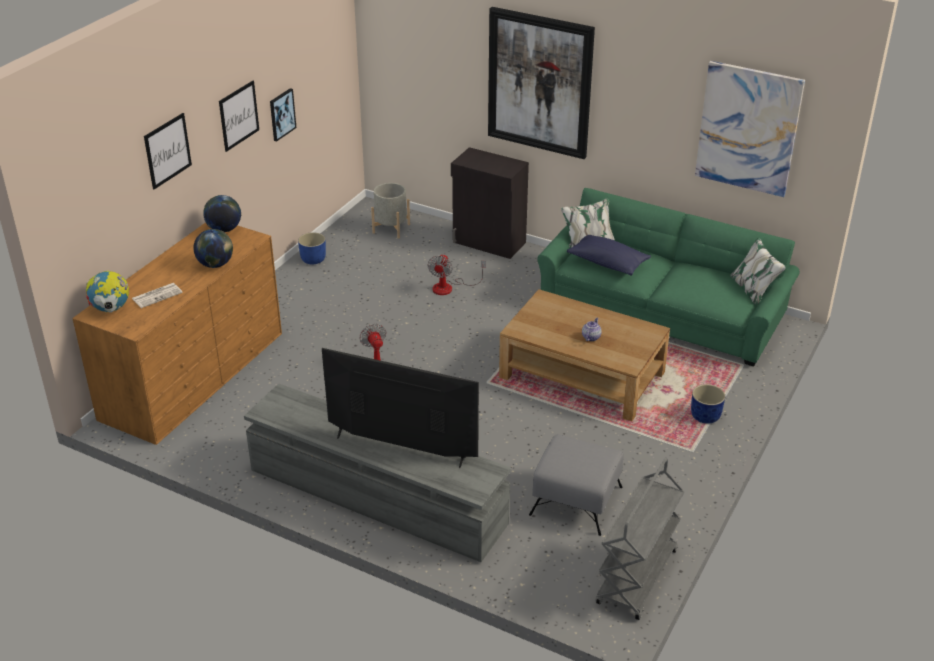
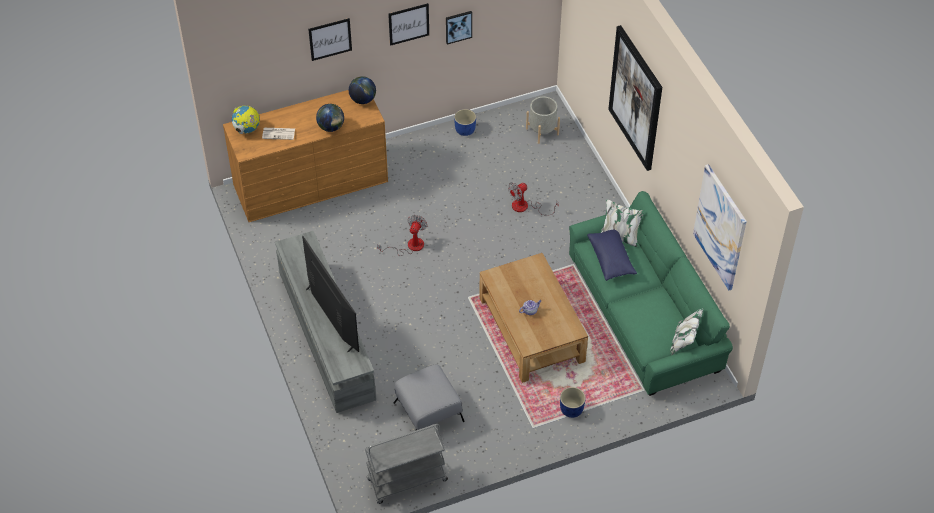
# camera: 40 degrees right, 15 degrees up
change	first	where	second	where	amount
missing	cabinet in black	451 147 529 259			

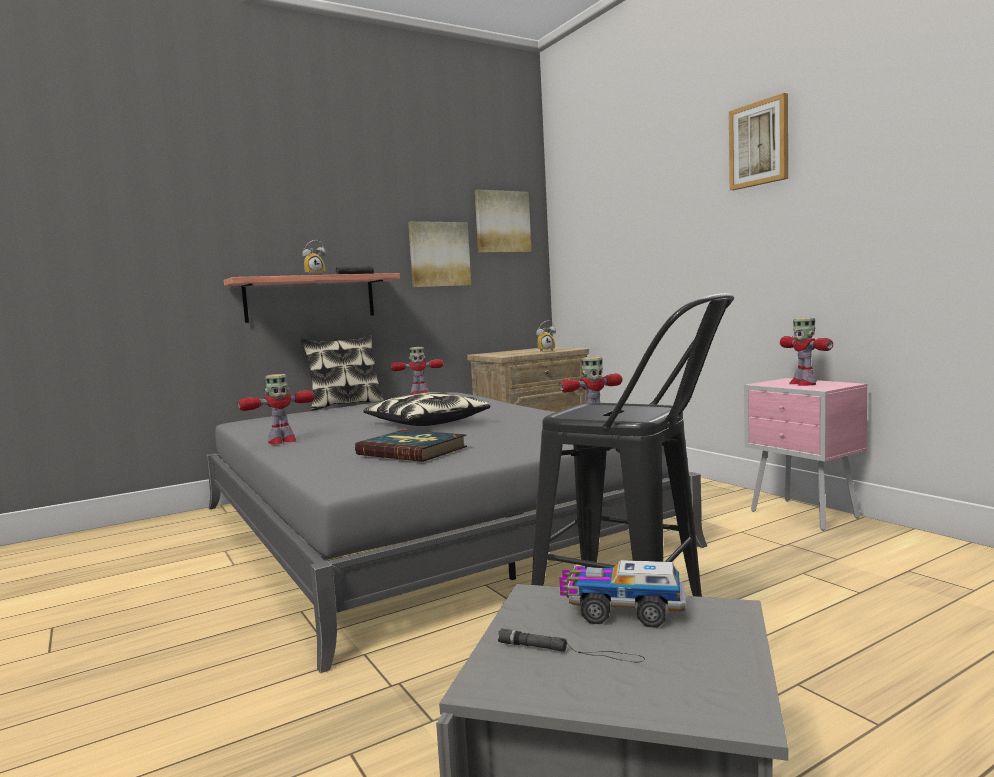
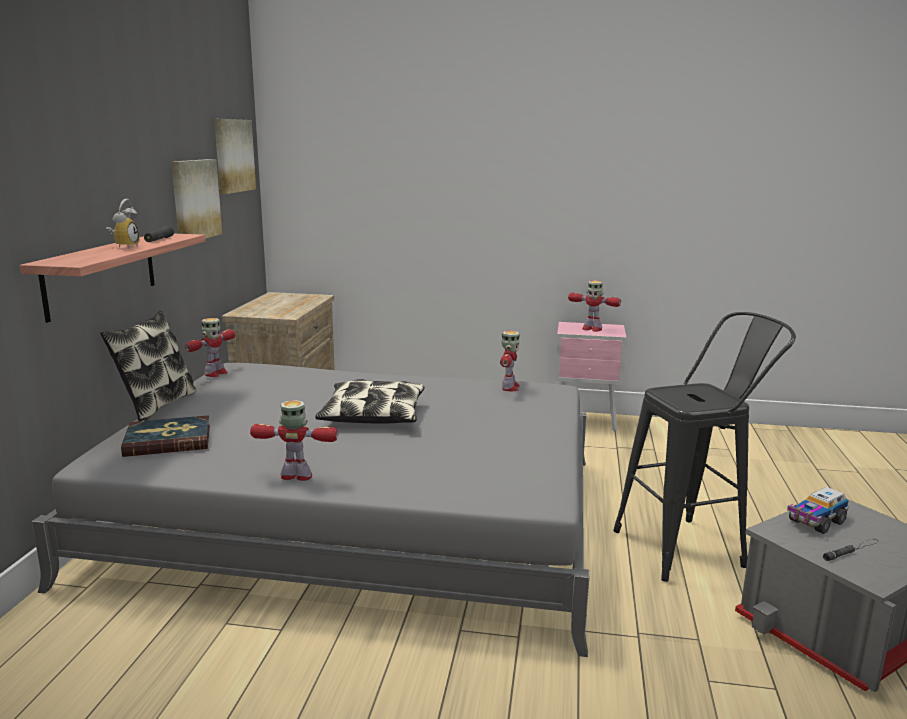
# camera: 50 degrees left, 10 degrees up
change	first	where	second	where	amount
spun	toy robot	238 374 314 444		250 400 338 481	90 degrees counterclockwise
relocated	book	355 430 467 462		121 415 210 457	
missing	alarm clock	536 320 556 352			
missing	picture	729 93 788 190			

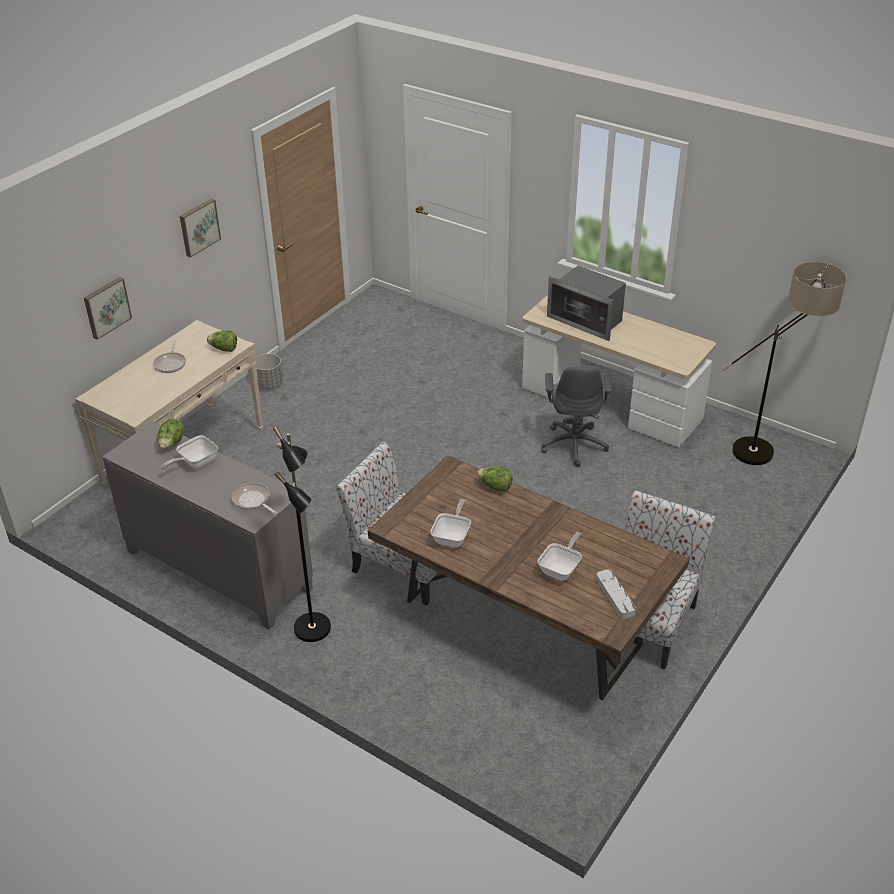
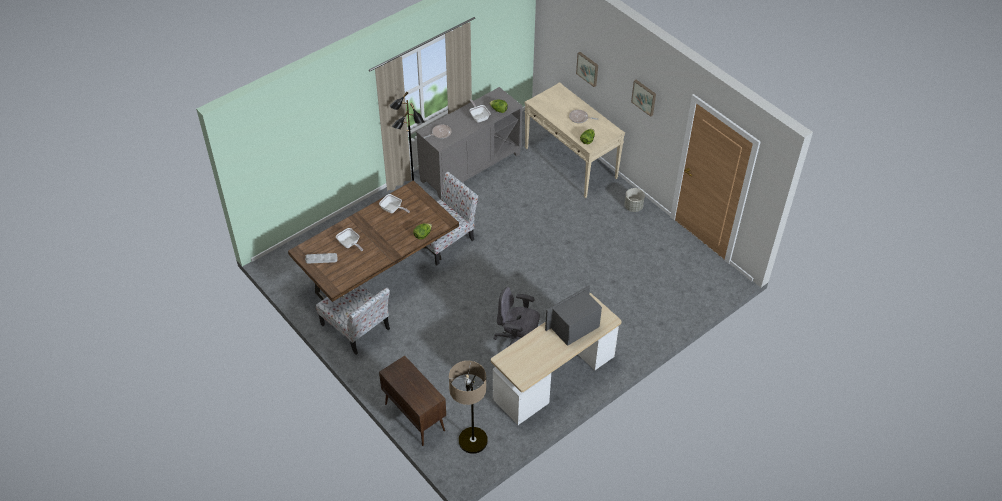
# camera: 105 degrees right, 10 degrees up
change	first	where	second	where	amount
appeared			cabinet in brown	379 355 446 446	

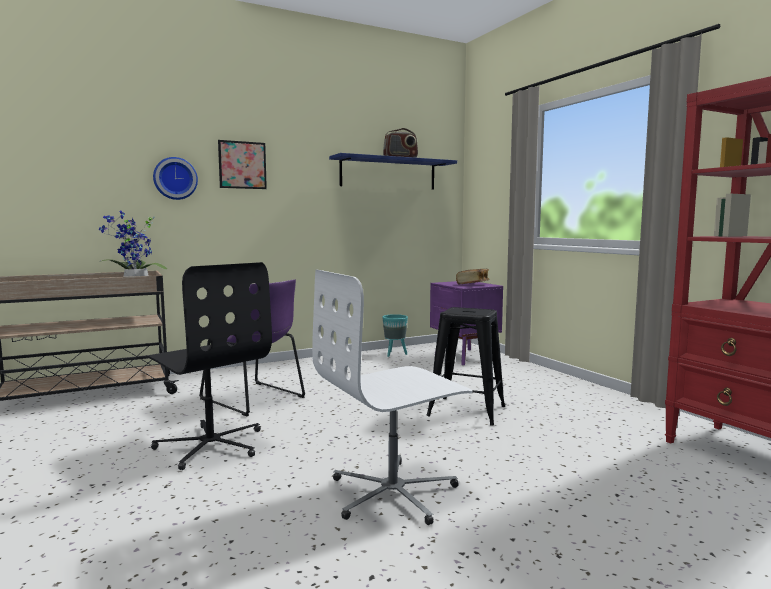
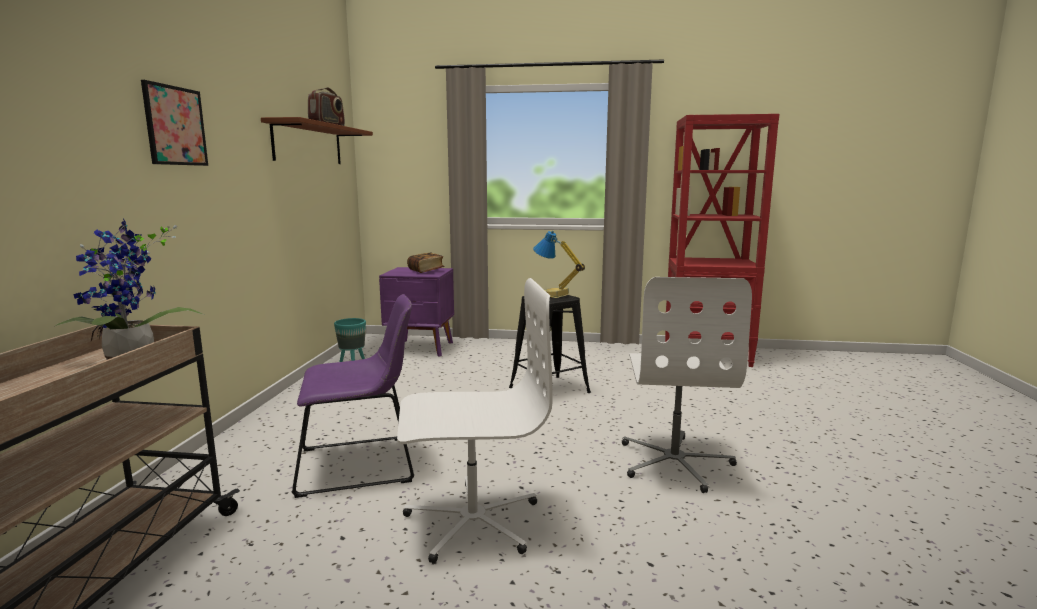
# camera: 55 degrees left, 5 degrees up
change	first	where	second	where	amount
colour	office chair in black	146 262 272 470	office chair in white	397 278 553 564	
missing	wall clock	153 157 198 200			
colour	shelf in blue	329 153 457 189	shelf in brown	261 117 373 164	
appeared			table lamp	533 230 585 298	

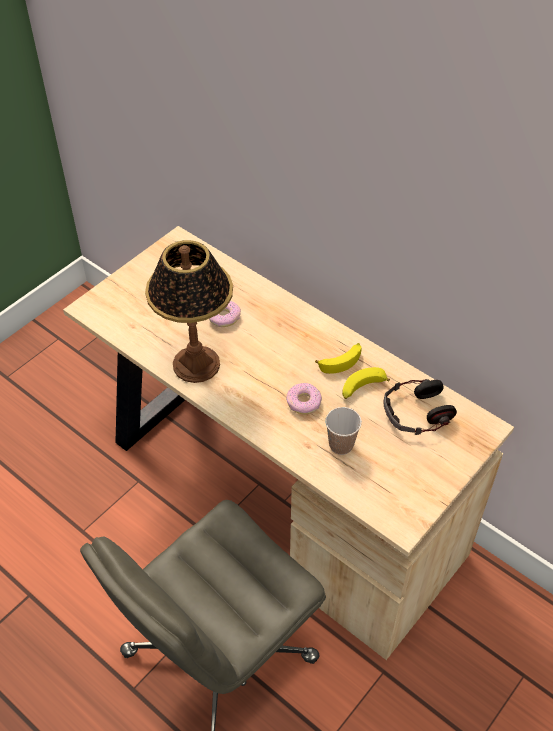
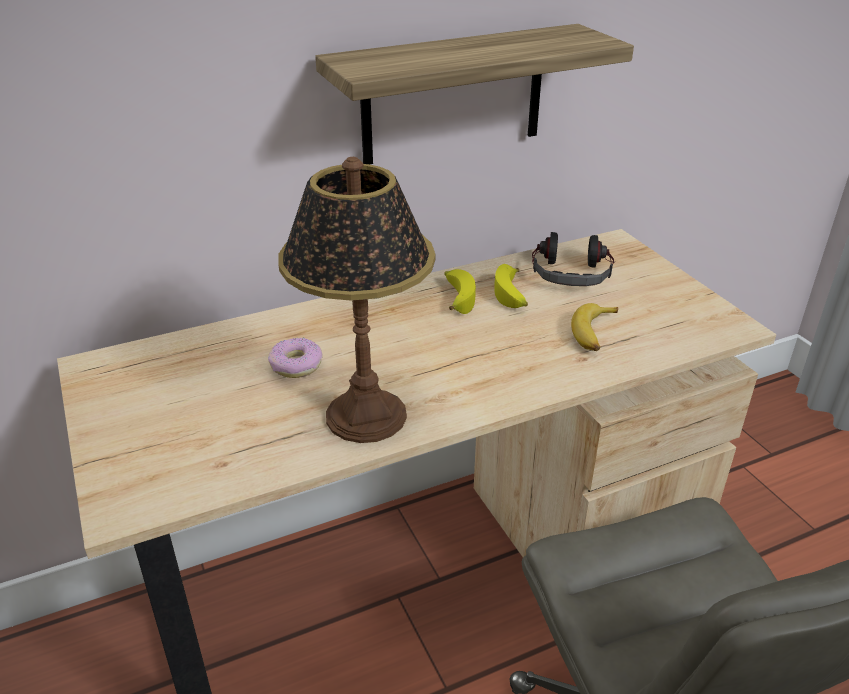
# camera: 65 degrees left, 15 degrees down
change	first	where	second	where	amount
missing	donut	286 383 322 414			
exchanged	cup	325 407 362 455	banana	571 303 618 351	
appeared			shelf	315 24 634 164	

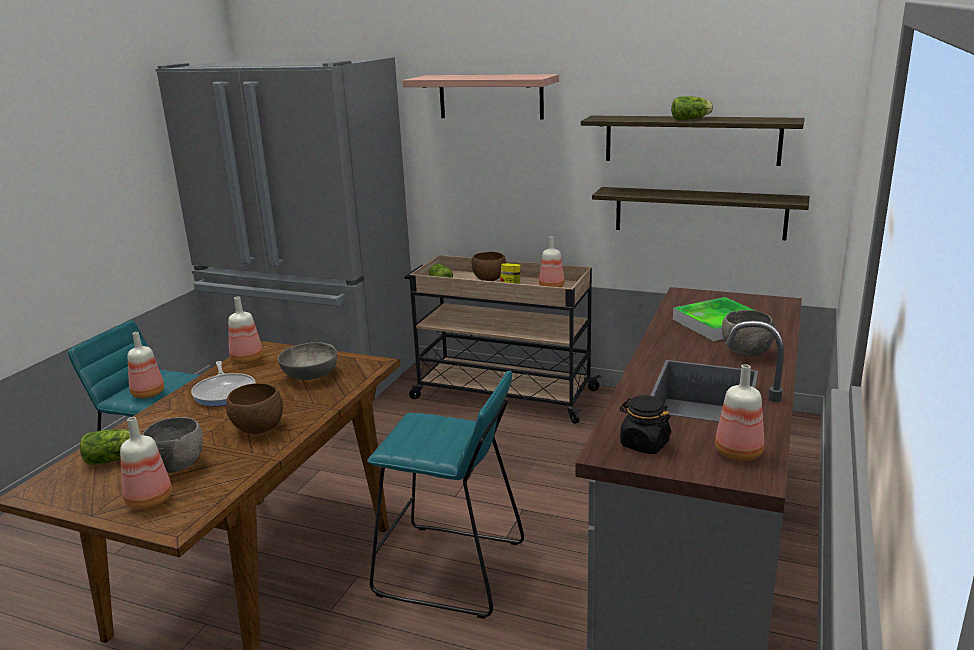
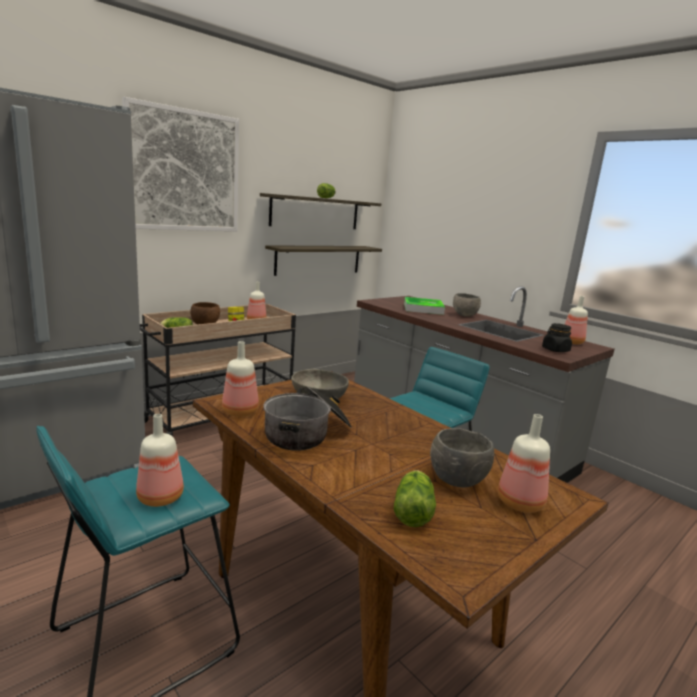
# camera: 65 degrees left, 5 degrees down
change	first	where	second	where	amount
exchanged	frying pan	191 361 255 406	cooking pot	263 386 352 451	
missing	bowl in brown	226 383 283 434			
exchanged	shelf	403 74 559 120	picture	122 97 239 231	

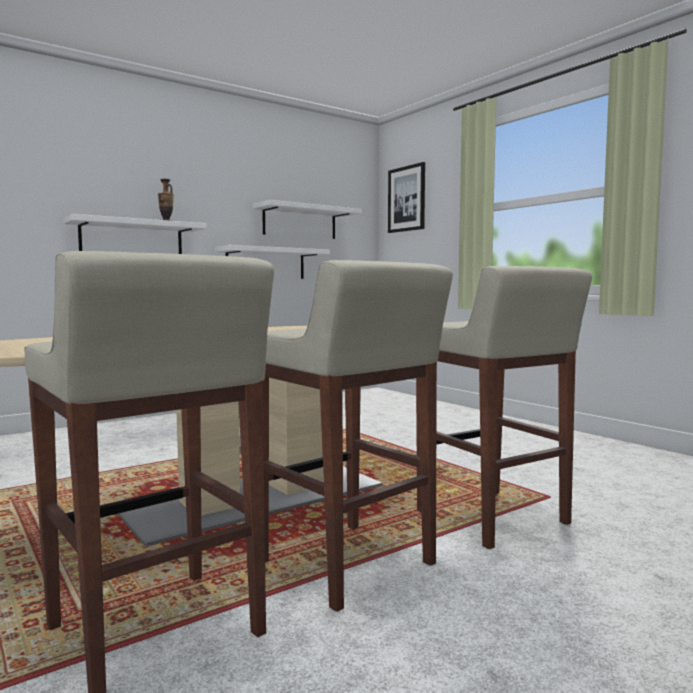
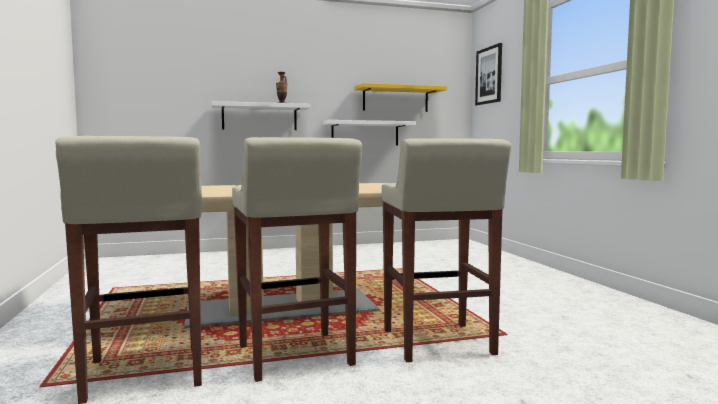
# camera: 20 degrees right, 0 degrees up
change	first	where	second	where	amount
colour	shelf in white	253 200 362 239	shelf in yellow	355 83 447 112	

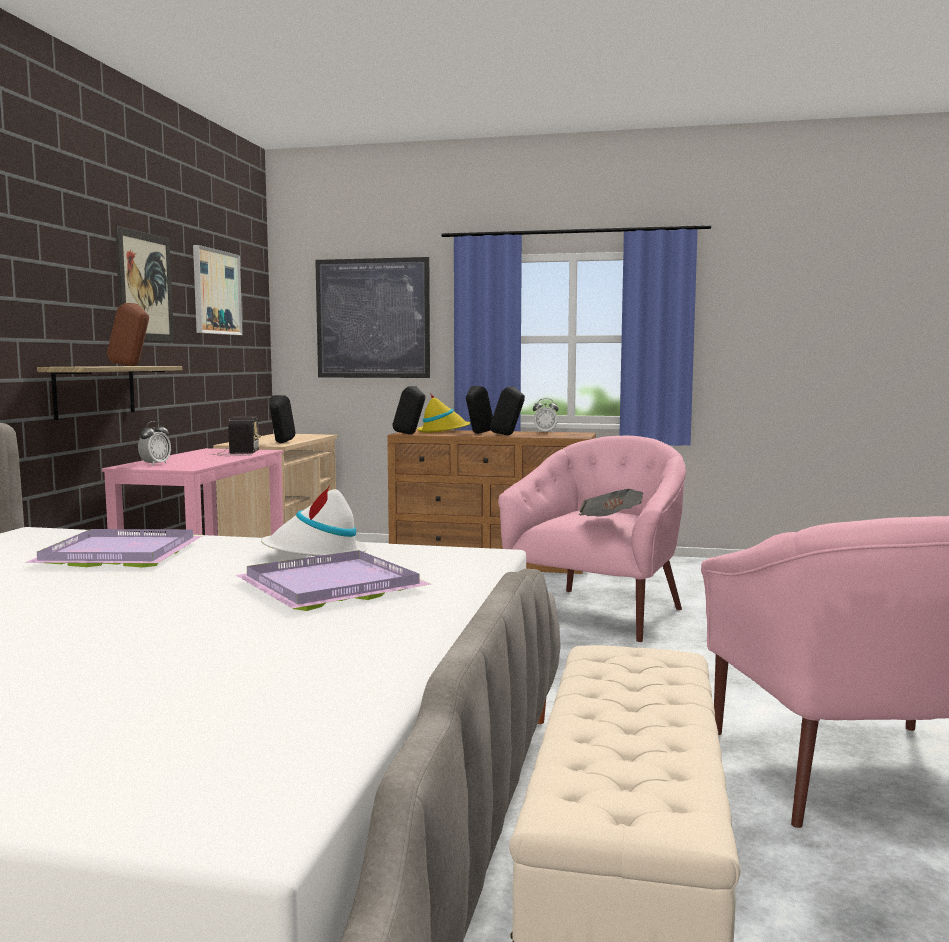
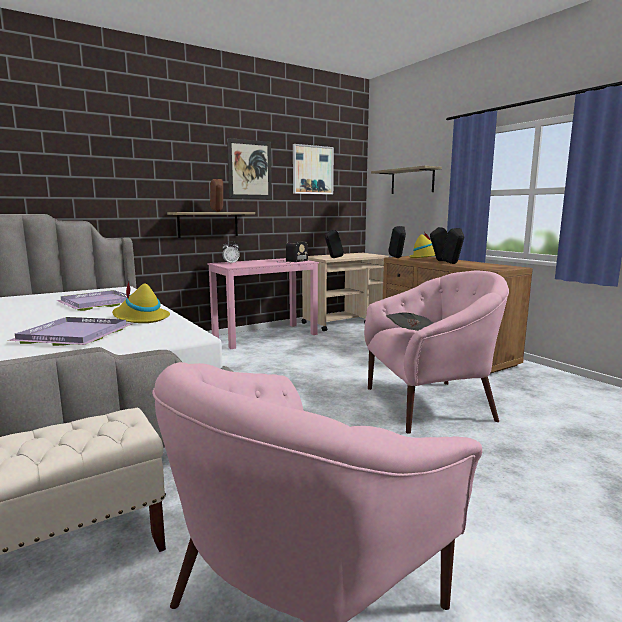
# camera: 45 degrees right, 5 degrees up
change	first	where	second	where	amount
colour	hat in white	261 486 367 558	hat in yellow	112 283 170 323	
exchanged	picture	315 257 430 378	shelf	371 166 442 194	
missing	alarm clock	533 398 559 433			

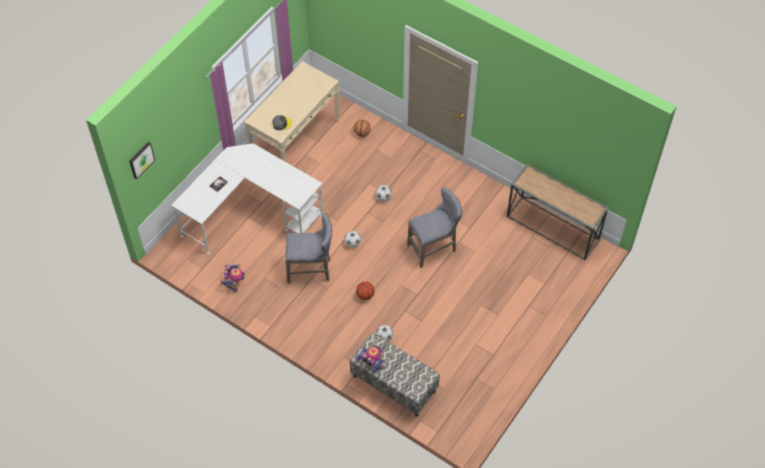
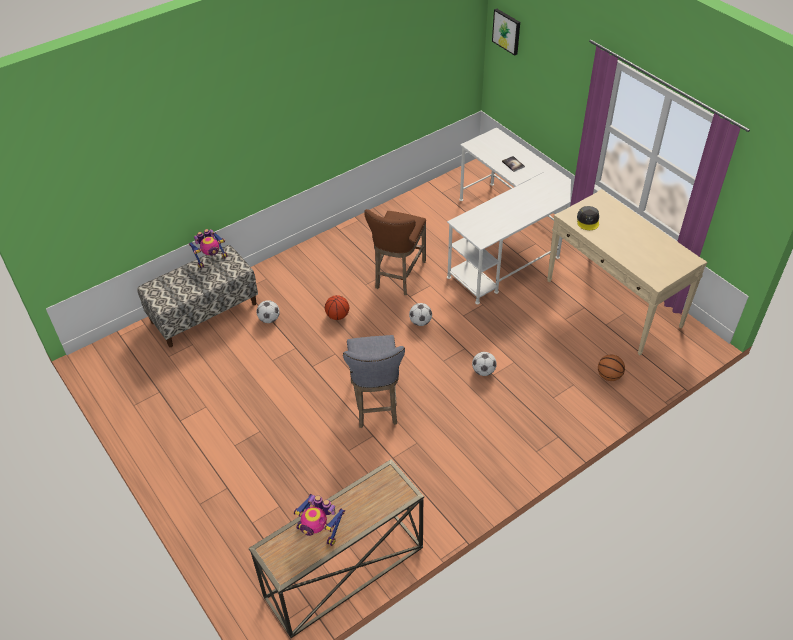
# camera: 110 degrees right, 10 degrees down
change	first	where	second	where	amount
relocated	toy robot	220 264 245 293		293 494 345 546	
colour	stool in grey	285 213 332 283	stool in brown	364 209 426 295	

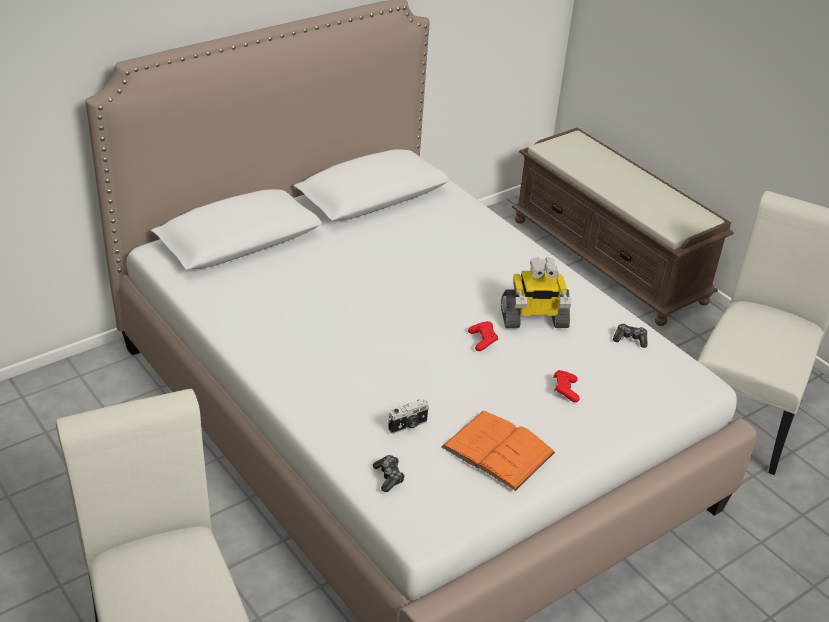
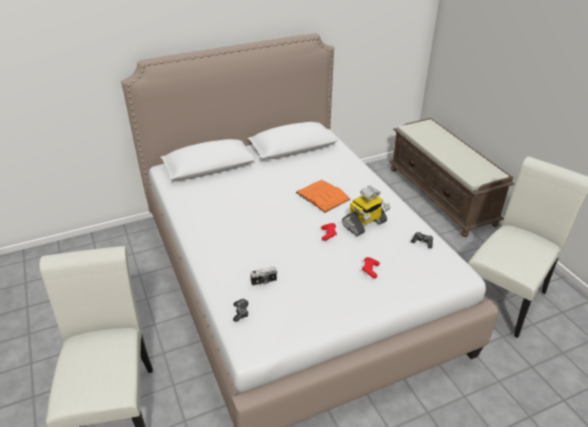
# camera: 15 degrees right, 0 degrees up
change	first	where	second	where	amount
relocated	book in orange	442 411 555 491		295 180 351 213	
spun	toy robot	501 257 571 328		342 186 391 236	45 degrees counterclockwise

